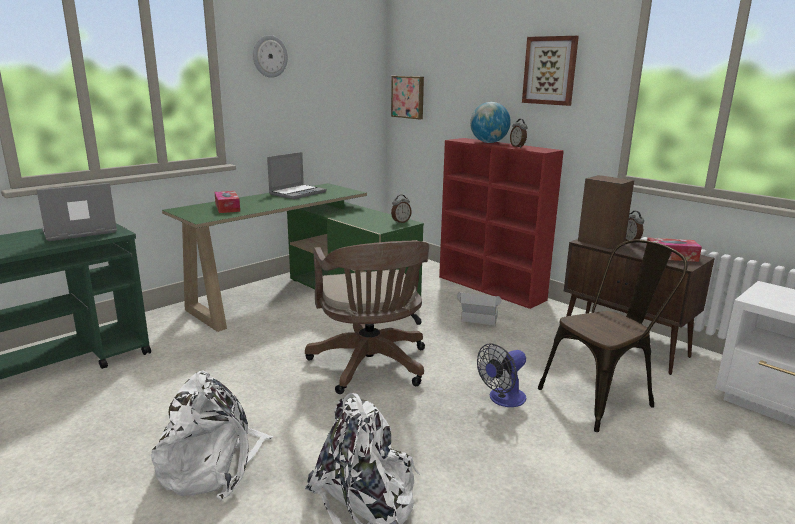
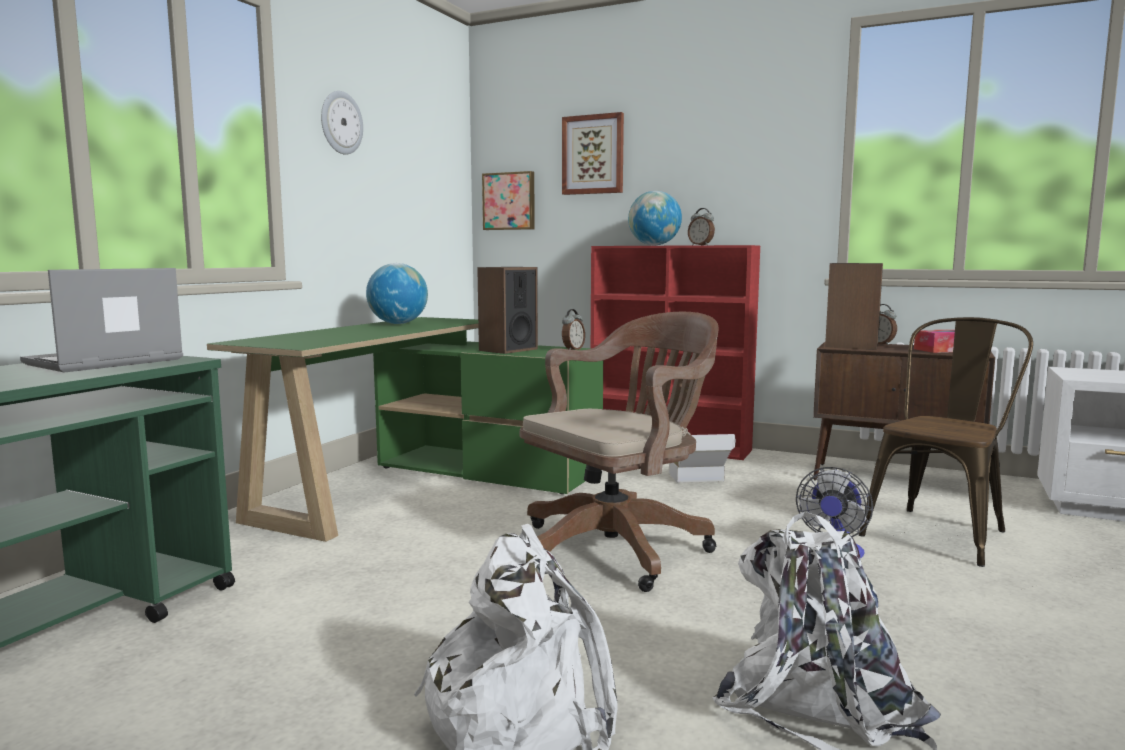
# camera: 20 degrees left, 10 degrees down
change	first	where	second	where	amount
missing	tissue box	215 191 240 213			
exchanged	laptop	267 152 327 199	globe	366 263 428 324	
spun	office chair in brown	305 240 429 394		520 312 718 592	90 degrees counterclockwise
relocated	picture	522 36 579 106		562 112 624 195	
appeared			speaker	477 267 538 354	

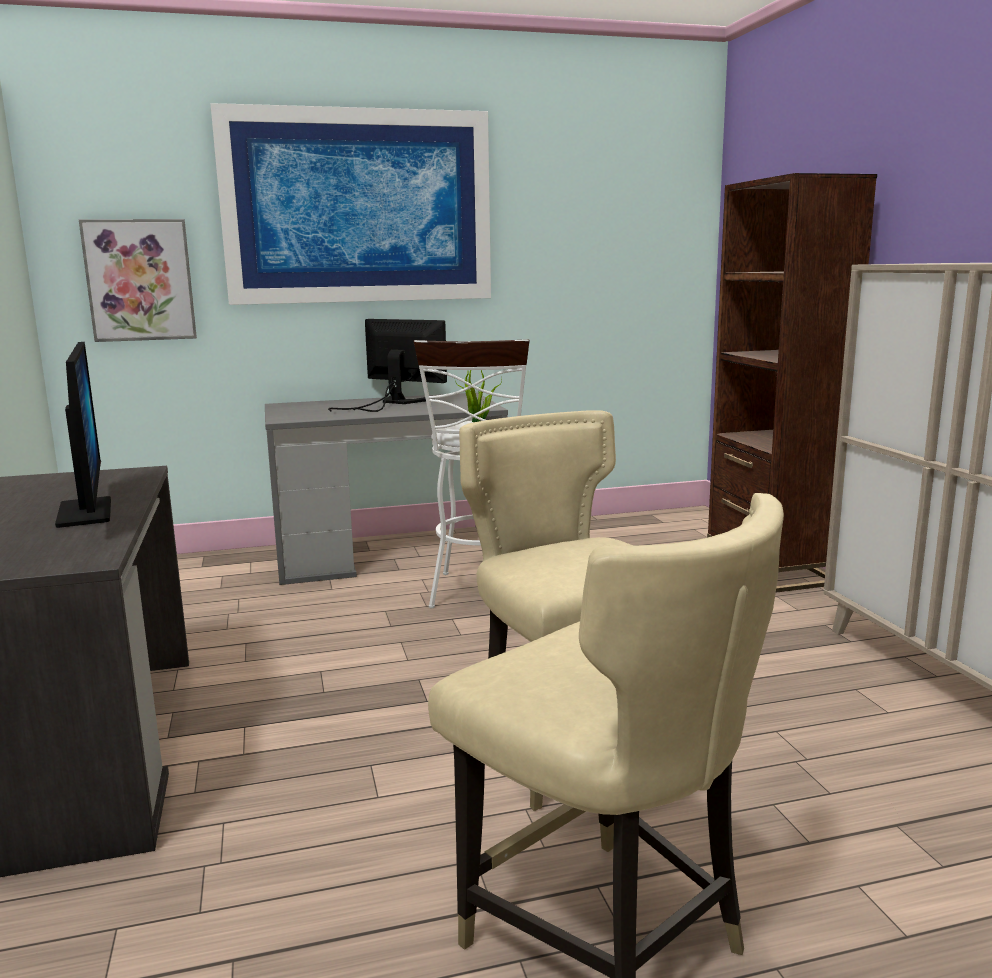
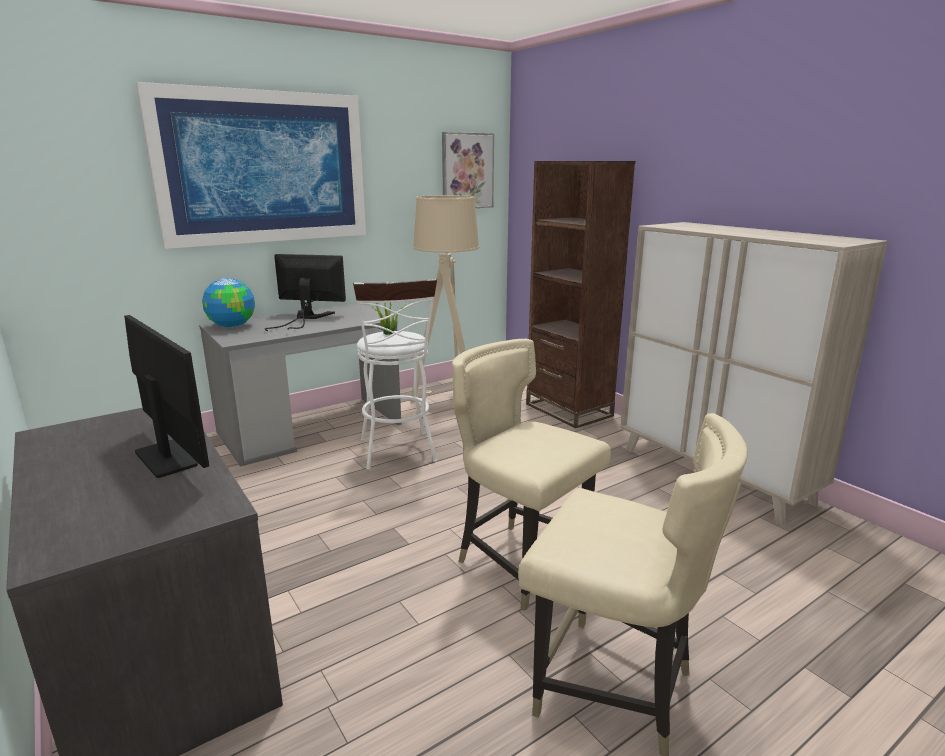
# camera: 20 degrees left, 5 degrees up
change	first	where	second	where	amount
relocated	picture	79 219 197 342		442 132 494 208	
appeared			globe	202 278 255 328	
appeared			floor lamp in beige	410 195 479 402	

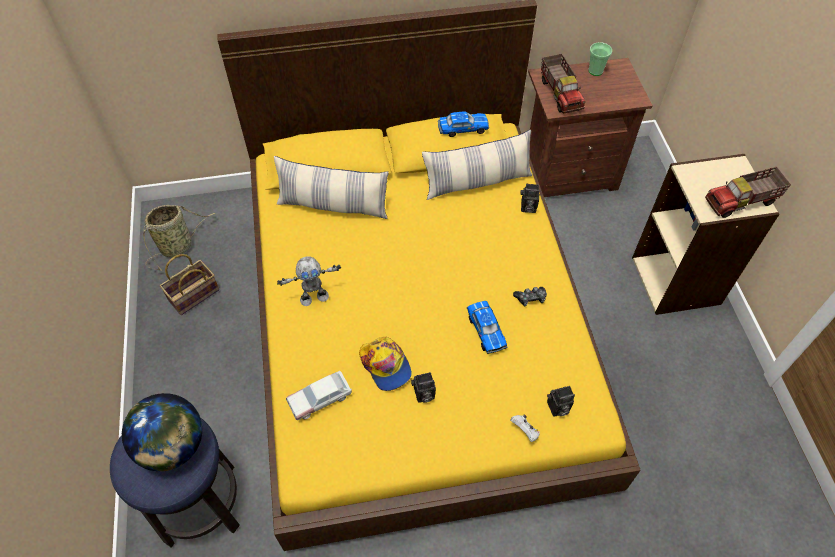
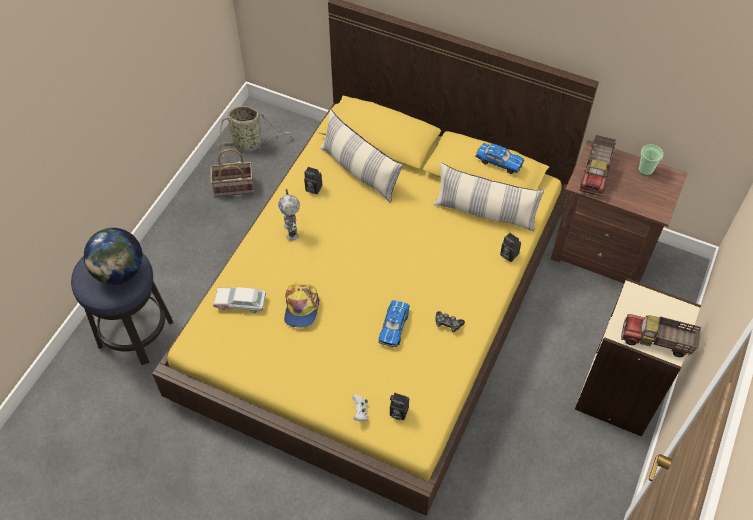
# camera: 35 degrees right, 0 degrees up
change	first	where	second	where	amount
spun	toy robot	277 256 341 306		278 189 300 241	60 degrees clockwise
relocated	photo camera	411 372 436 403		304 167 322 194	

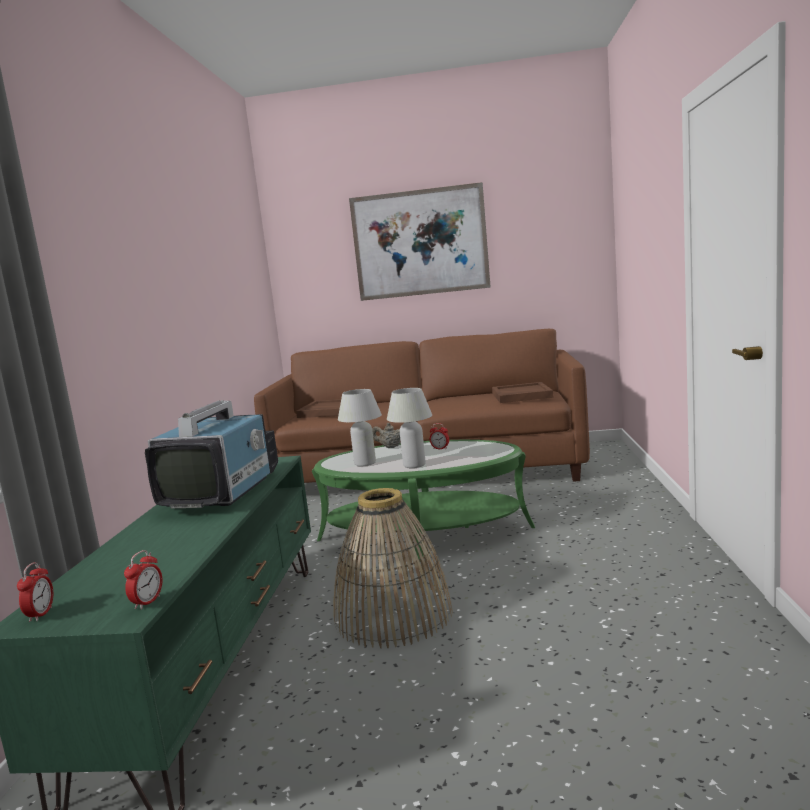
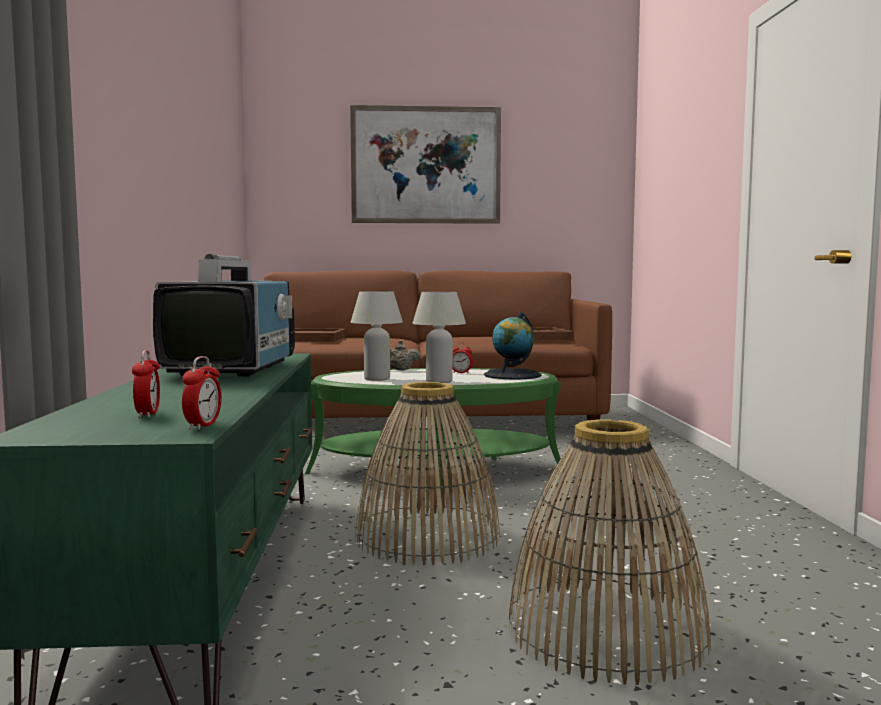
# camera: 10 degrees left, 5 degrees down
change	first	where	second	where	amount
relocated	alarm clock	17 562 53 622		132 350 160 418	
appeared			globe	484 312 541 380	
appeared			basket	509 419 711 685	

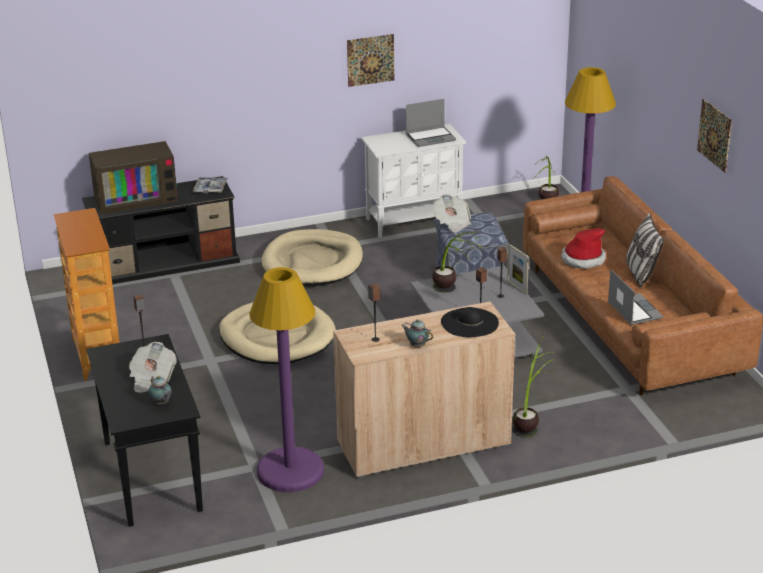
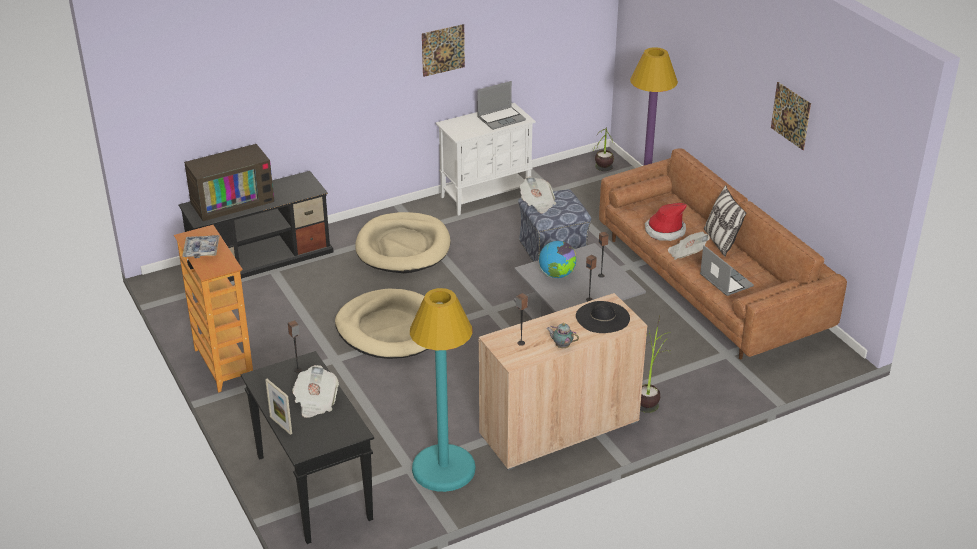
# camera: 10 degrees left, 5 degrees up
change	first	where	second	where	amount
missing	teapot	148 376 172 404			
relocated	tray	193 177 228 194		182 235 220 258	
colour	floor lamp in purple	249 267 324 492	floor lamp in turquoise	410 288 475 492	
exchanged	potted plant	432 231 483 293	globe	539 241 576 278	
relocated	picture frame	507 244 529 294		265 379 292 435	
appeared			newspaper	668 232 710 260	

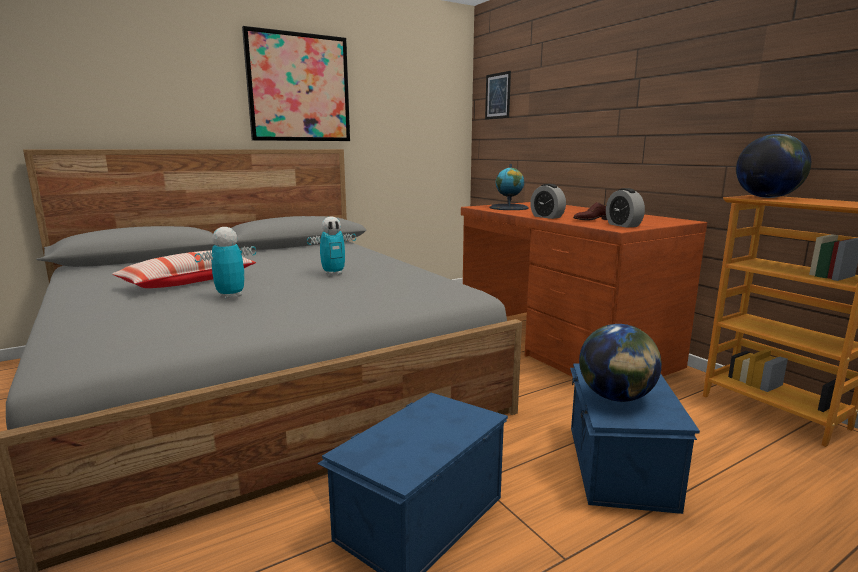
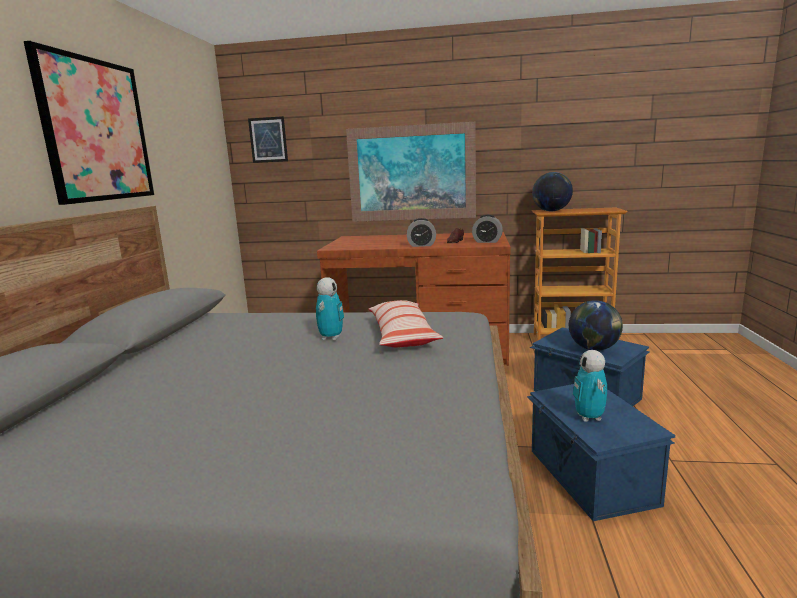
# camera: 50 degrees left, 0 degrees up
change	first	where	second	where	amount
relocated	pillow	112 250 256 288		369 300 443 347	
relocated	toy robot	195 227 256 299		573 350 607 422	
missing	globe	489 164 529 210			
appeared			picture	346 122 476 222	

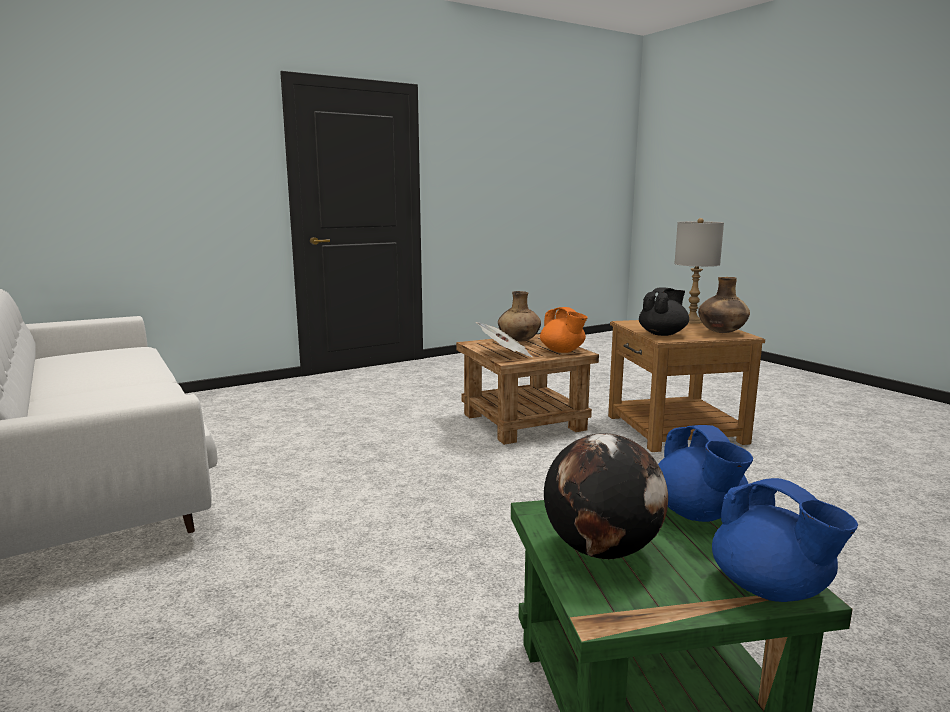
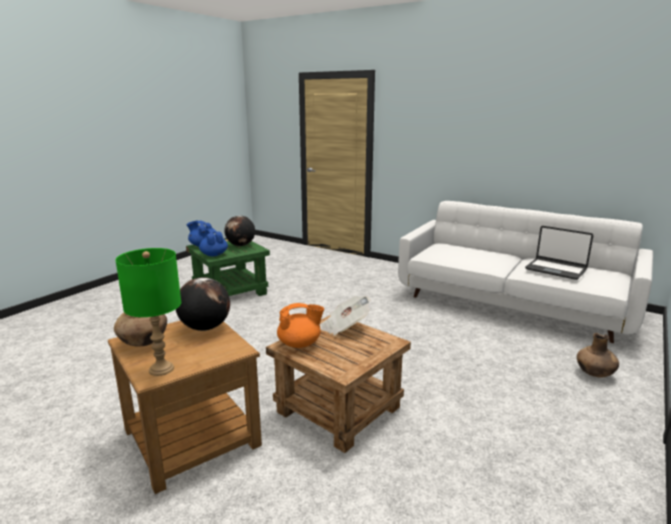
# camera: 155 degrees right, 5 degrees up
change	first	where	second	where	amount
relocated	vase in brown	498 291 541 341		577 333 619 378	
spun	teapot in orange	540 307 588 353		277 303 324 348	135 degrees clockwise
exchanged	teapot in black	639 288 689 336	globe	176 277 230 331	
colour	table lamp in grey	674 218 724 324	table lamp in green	115 248 181 376	
appeared			laptop	525 226 593 280	

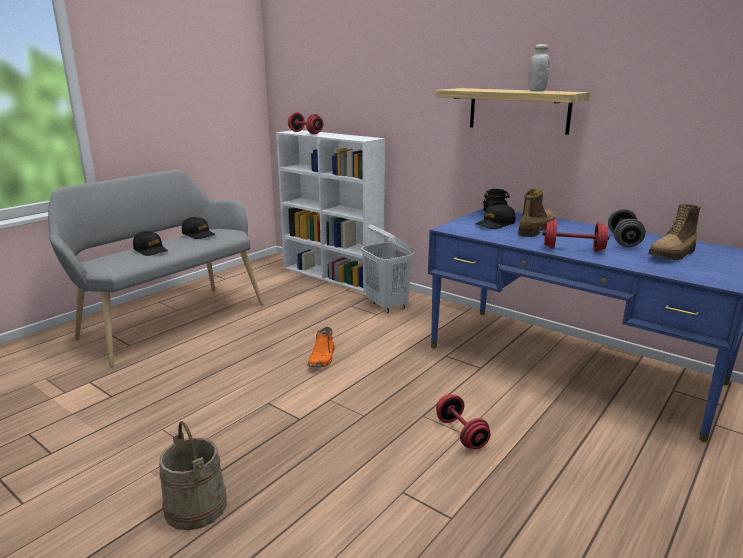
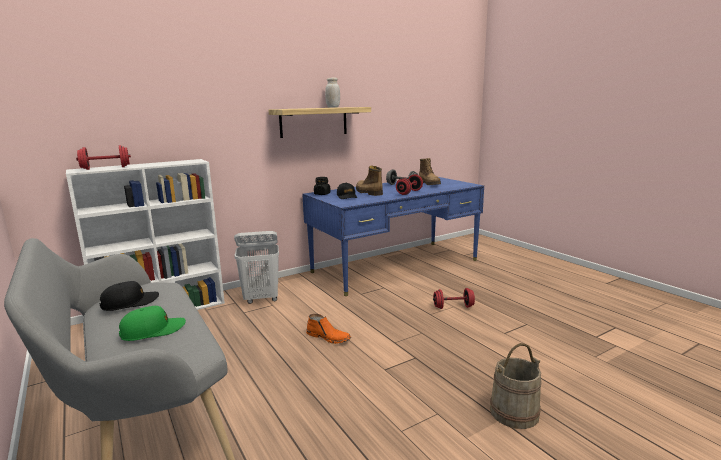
# camera: 70 degrees left, 5 degrees down
change	first	where	second	where	amount
colour	cap in black	133 231 168 256	cap in green	119 306 186 341	

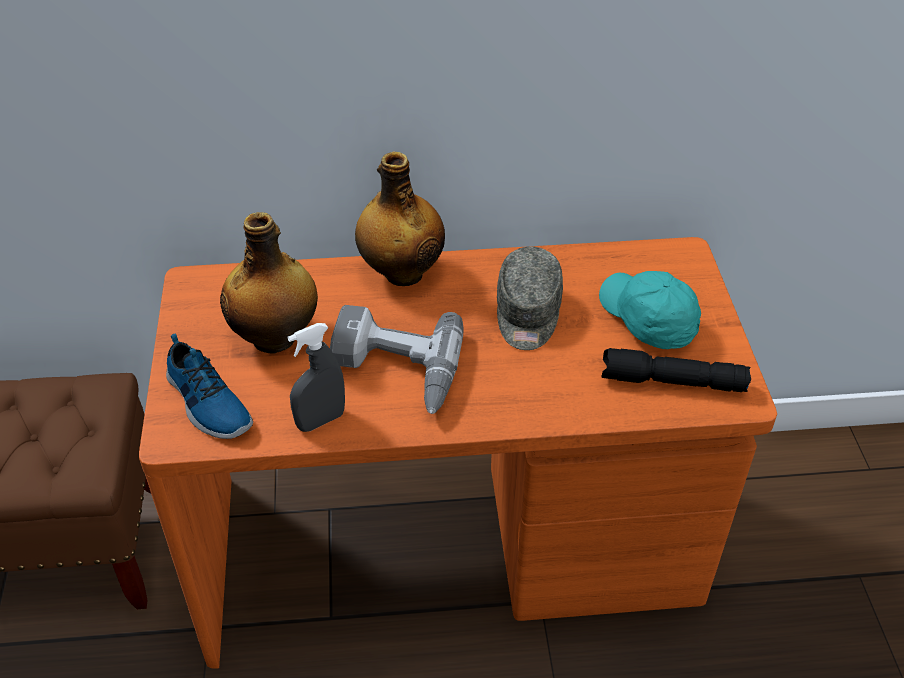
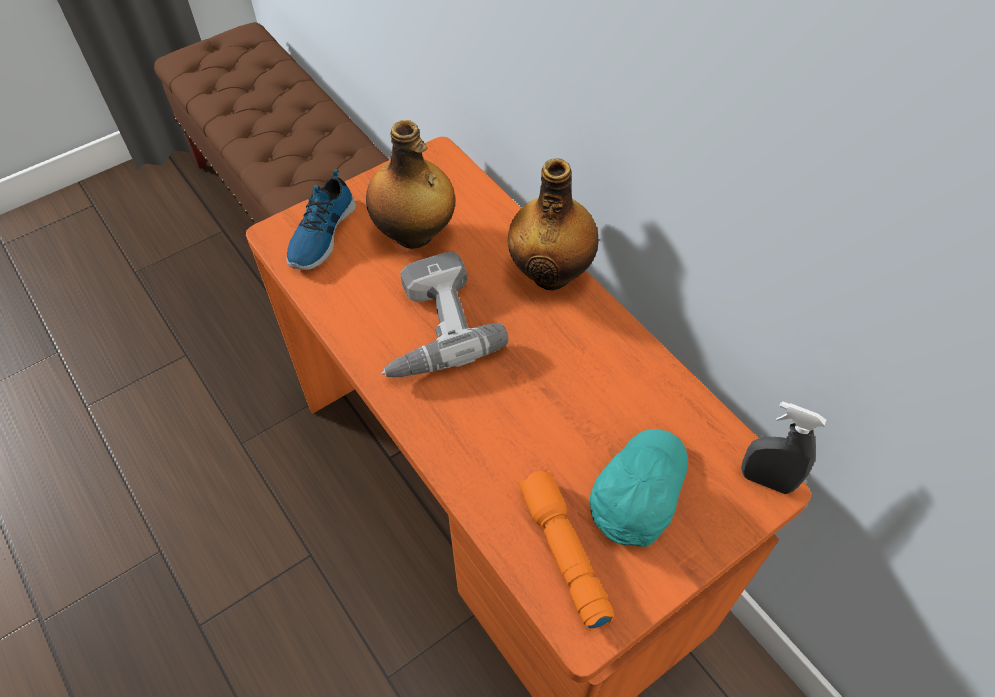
# camera: 60 degrees right, 10 degrees up
change	first	where	second	where	amount
relocated	spray bottle in grey	288 323 345 432		741 401 826 494	
missing	cap in grey	497 246 563 350			
colour	flashlight in black	601 348 751 392	flashlight in orange	518 470 614 631	

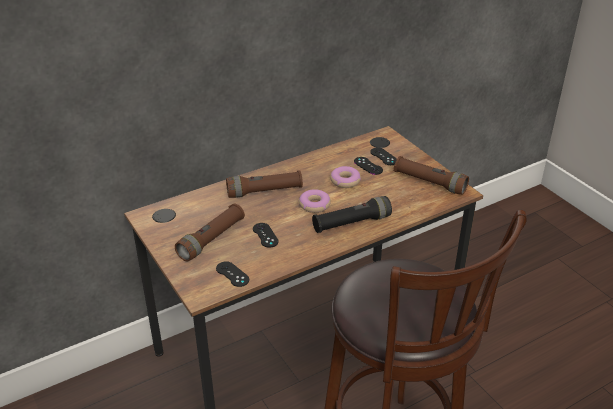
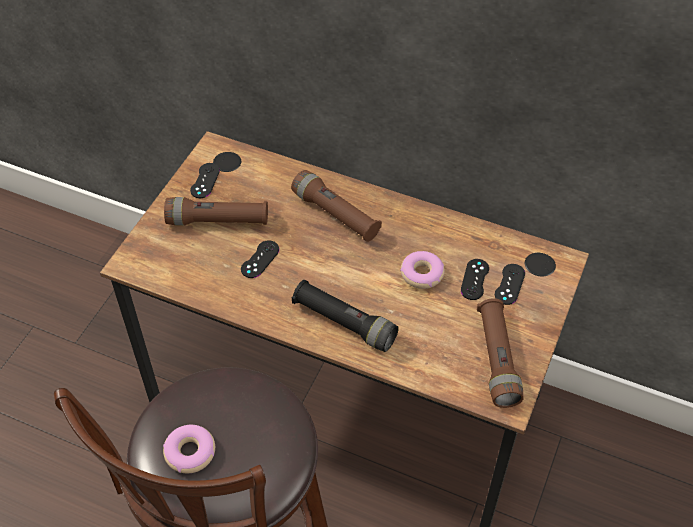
# camera: 55 degrees right, 15 degrees up
change	first	where	second	where	amount
relocated	game controller in black	216 261 249 287		190 163 220 198	
relocated	donut	299 189 331 213		163 425 215 474	

